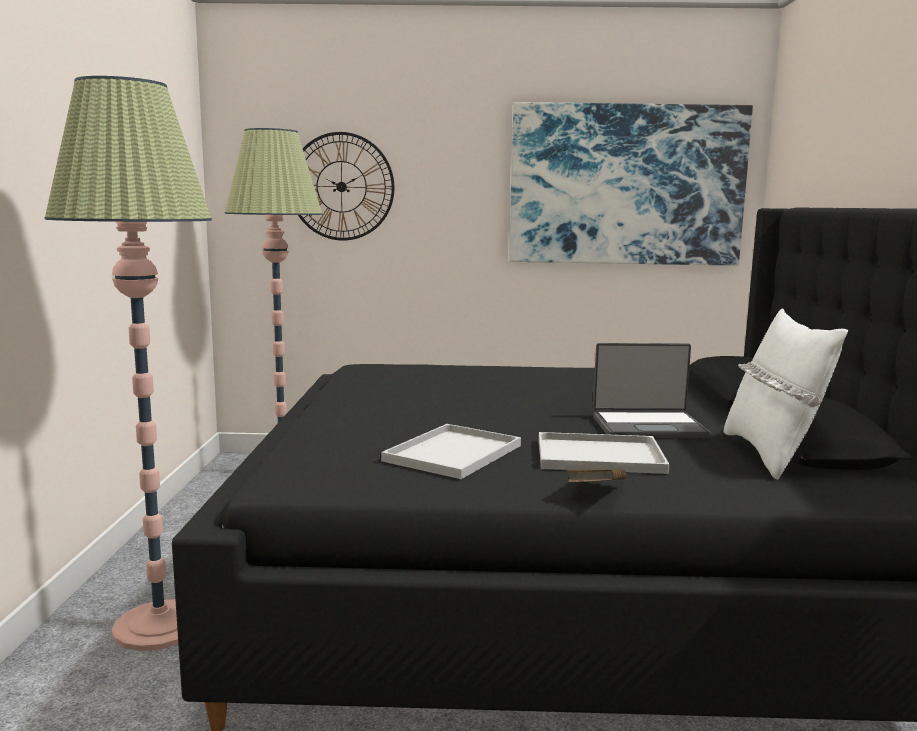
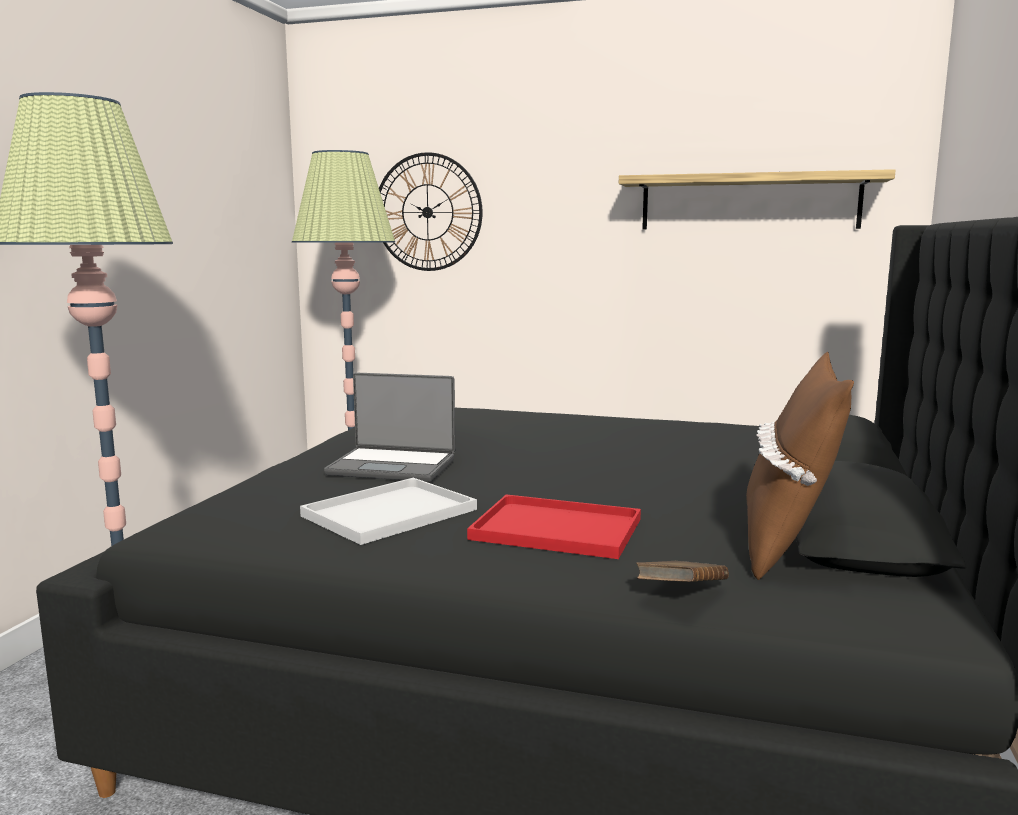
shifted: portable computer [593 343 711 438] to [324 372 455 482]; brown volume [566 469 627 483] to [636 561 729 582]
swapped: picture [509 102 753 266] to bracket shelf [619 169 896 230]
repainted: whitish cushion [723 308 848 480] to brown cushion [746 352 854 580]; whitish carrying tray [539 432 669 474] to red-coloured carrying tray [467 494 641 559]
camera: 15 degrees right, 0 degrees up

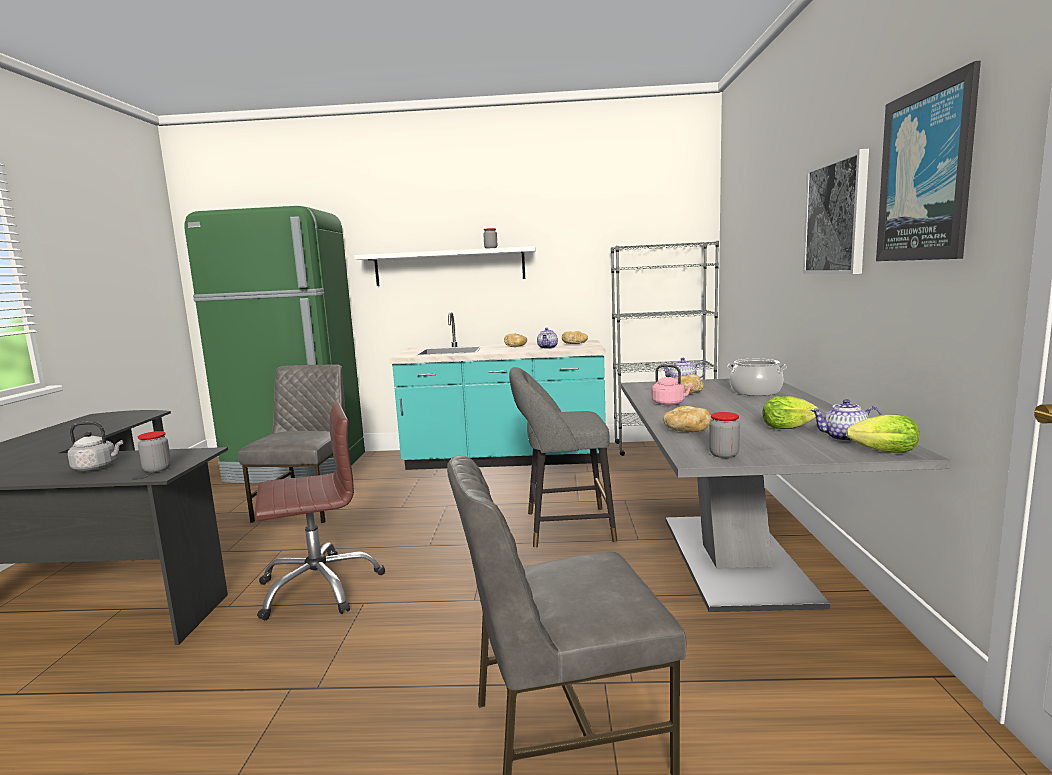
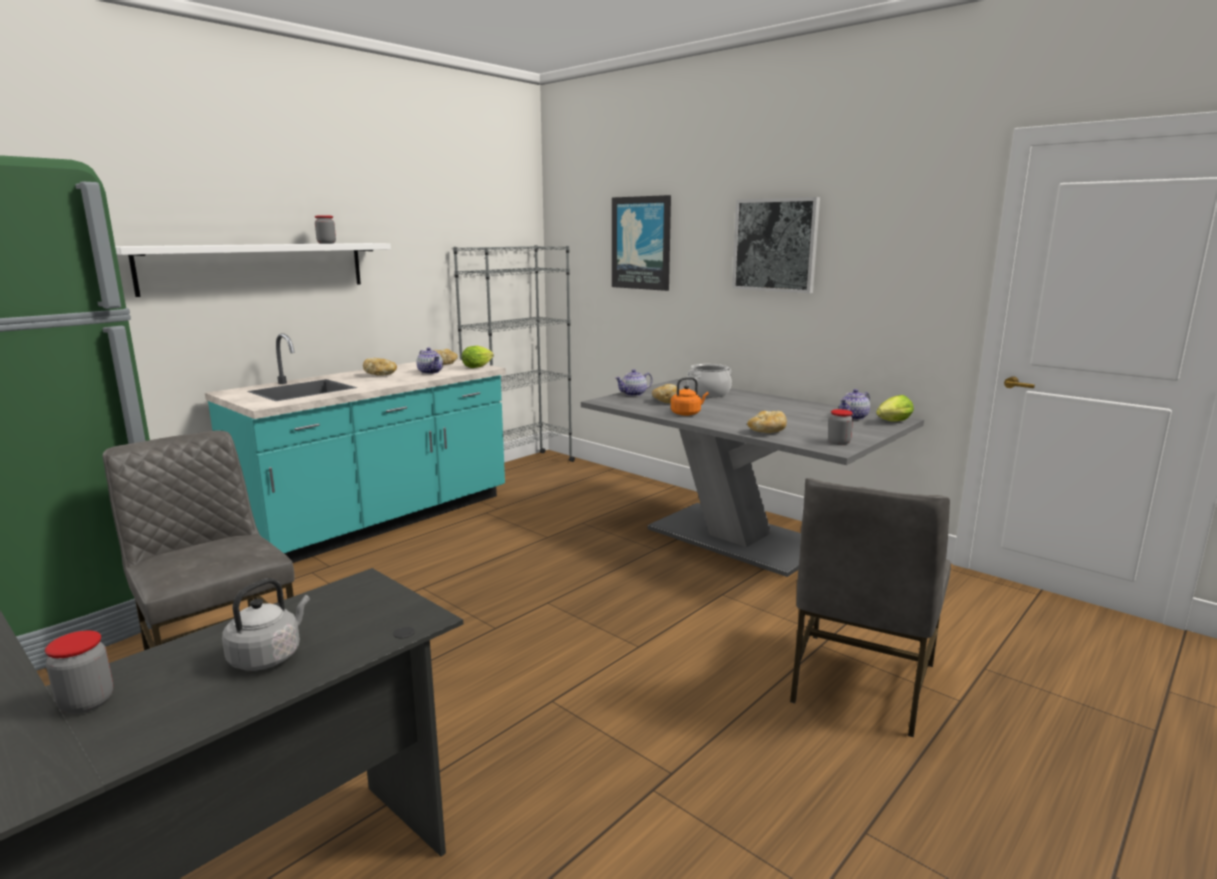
gone: gray stool [509 367 617 548]; brown desk chair [255 402 385 620]
shifted: picture [876 61 981 261] to [612 195 671 291]; lettuce [762 396 819 429] to [462 346 494 368]; storage jar [138 431 171 473] to [45 631 113 714]
repainted: pinkish water kettle [652 364 694 405] to orange water kettle [671 377 709 416]
camera: 50 degrees left, 5 degrees up

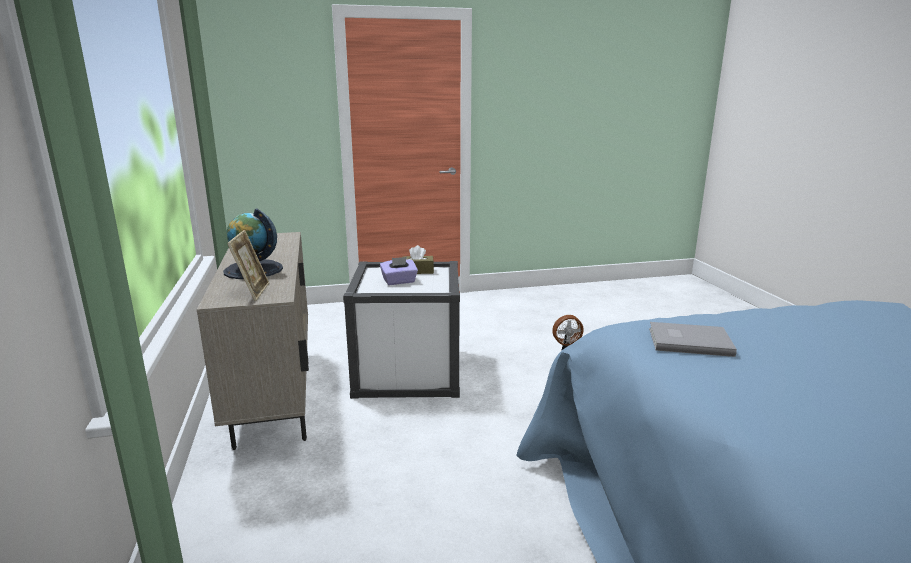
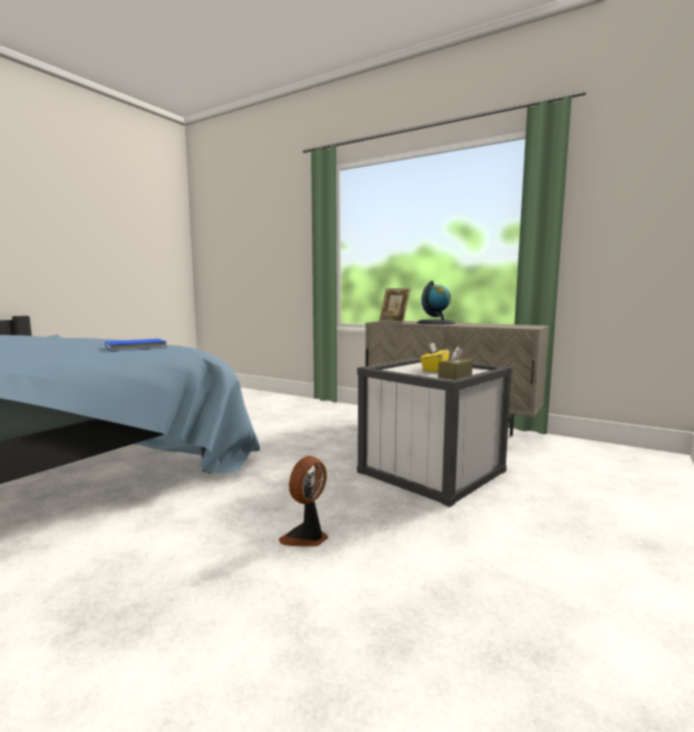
repainted: purplish box of tissues [380 257 418 285] to yellow box of tissues [420 343 449 372]; gray volume [649 322 737 357] to blue-coloured volume [105 339 167 351]
camera: 135 degrees right, 10 degrees down

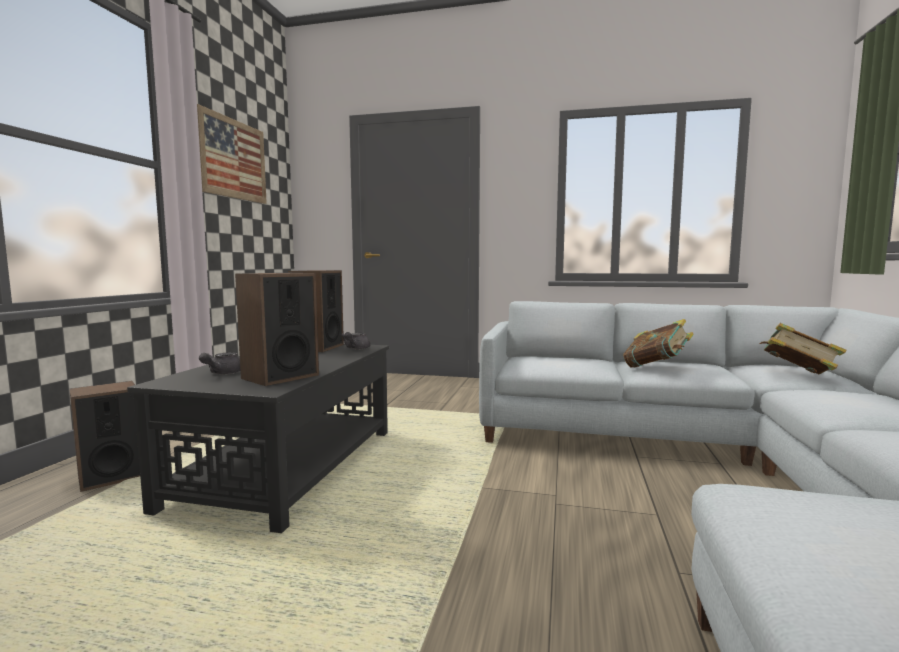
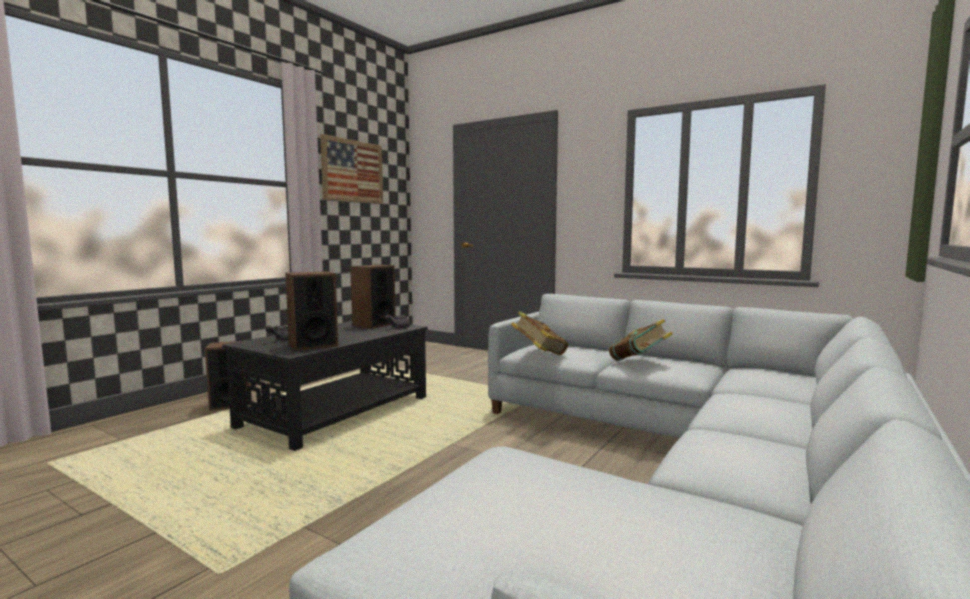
shifted: volume [759 323 847 374] to [511 311 569 355]
camera: 20 degrees right, 0 degrees up

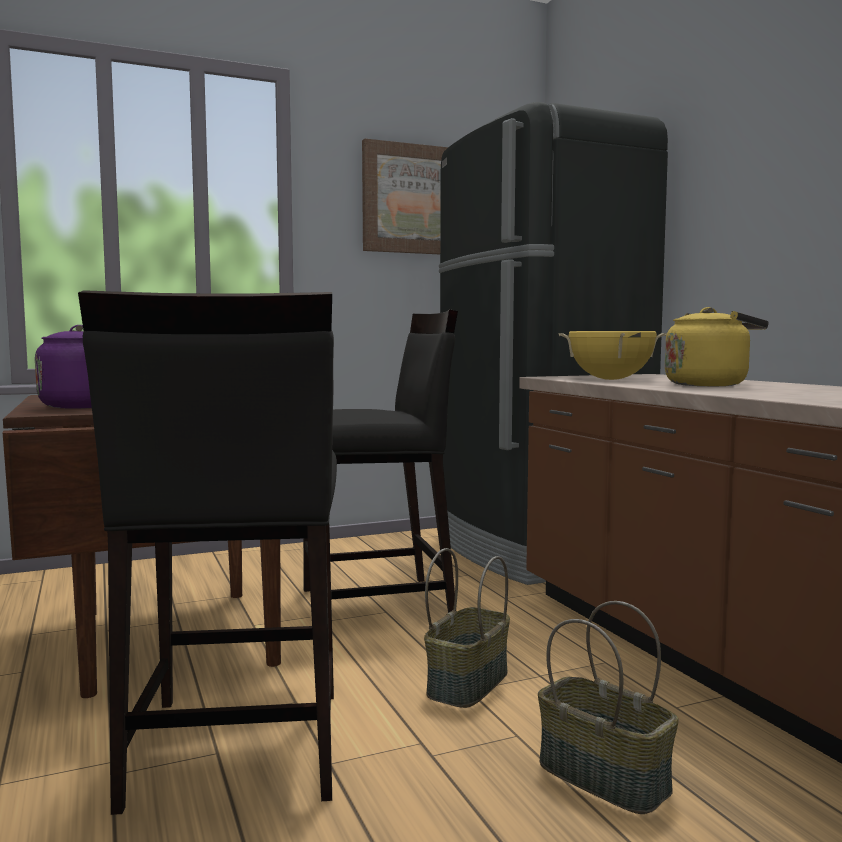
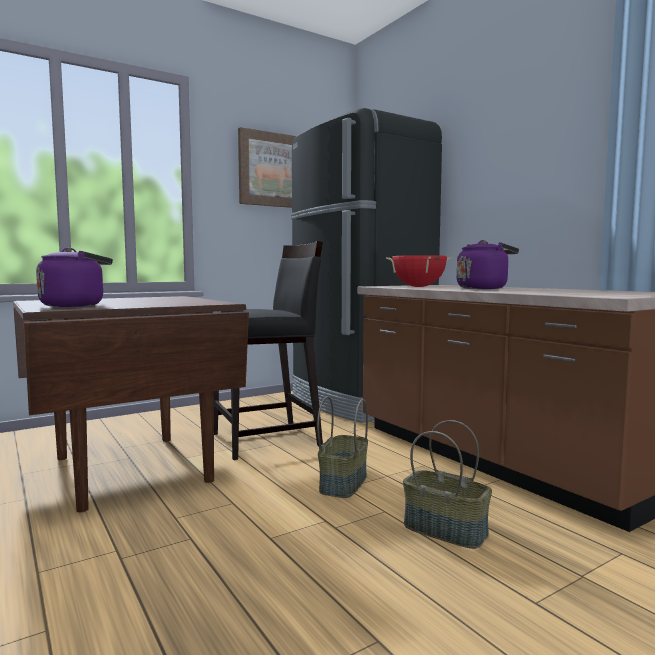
gone: black stool [78 290 337 815]
repainted: yellow water kettle [665 307 769 386] to purplish water kettle [457 240 519 289]; yellow stockpot [559 331 666 380] to red-coloured stockpot [386 255 452 287]
camera: 10 degrees left, 0 degrees up

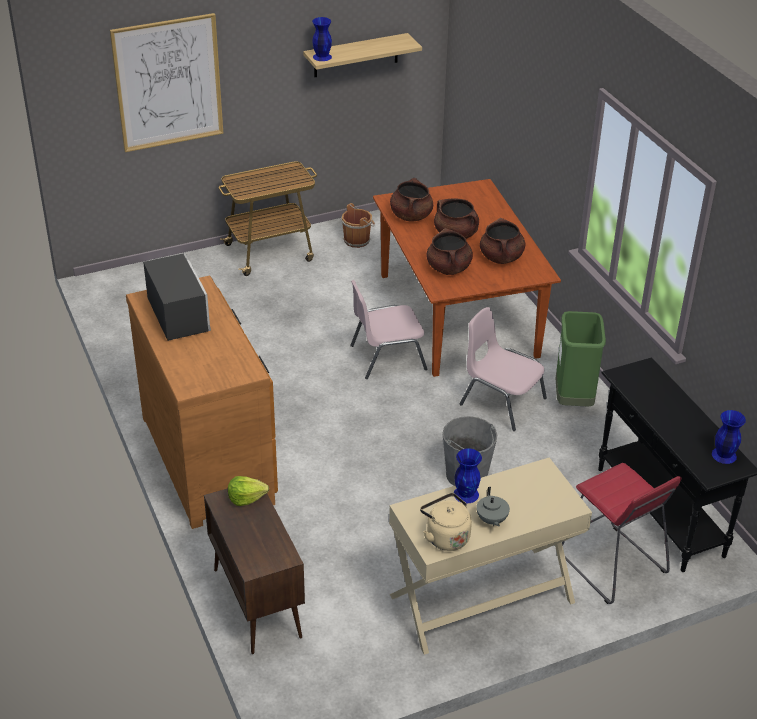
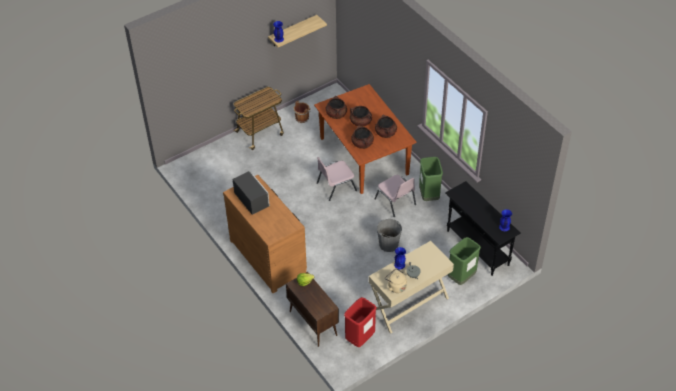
gone: picture [110 13 223 152]
new: red-coloured rubbish bin [344 297 377 347]
swapped: red-coloured stool [562 463 682 604] to green-coloured rubbish bin [448 237 481 285]
rotated: pinkish upright chair [460 307 547 431] = [374 175 416 217] 150 degrees counterclockwise
camera: 10 degrees left, 10 degrees up

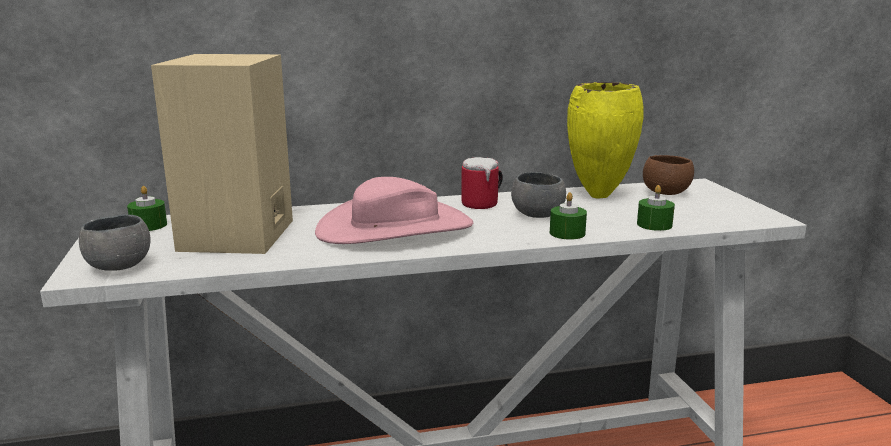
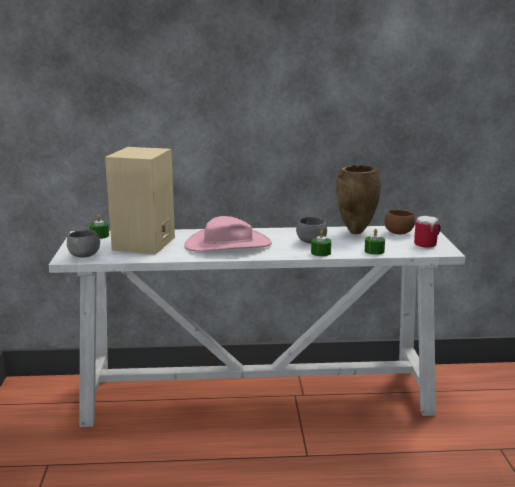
shifted: tea mug [461 157 503 209] to [414 216 441 248]
repainted: yellow flower vase [567 82 644 199] to brown flower vase [336 165 381 234]
camera: 10 degrees right, 0 degrees up

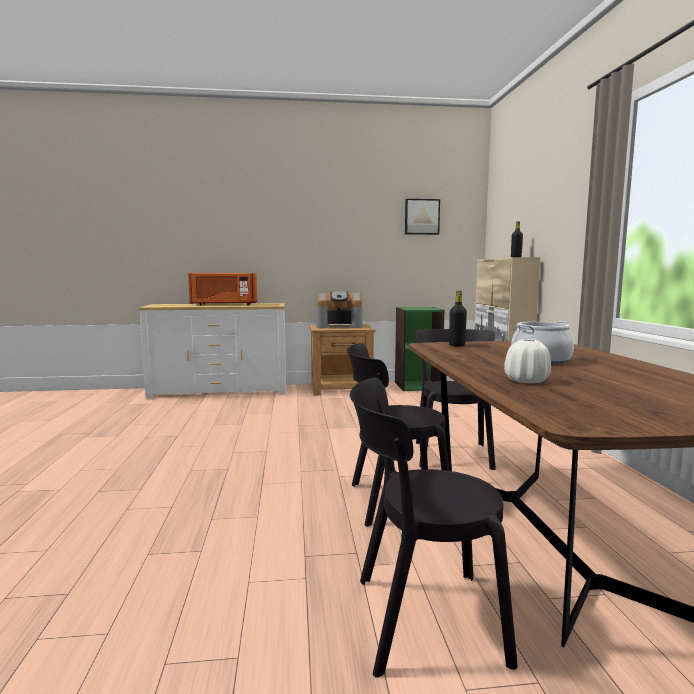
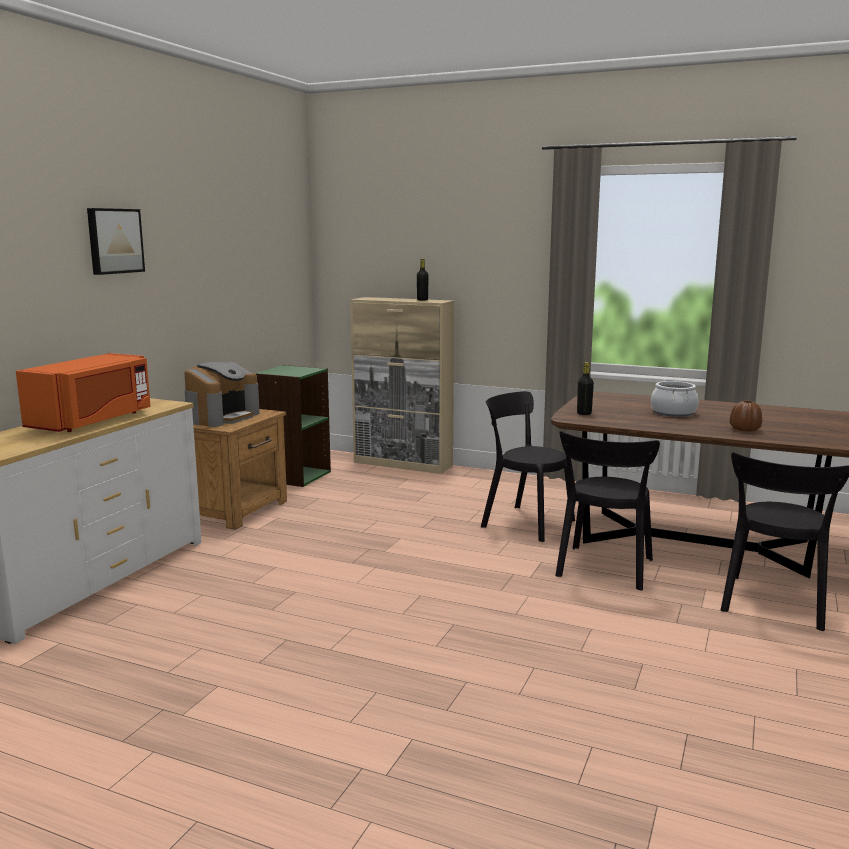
shifted: picture [405 199 440 235] to [87 208 145 275]
repainted: whitish flower vase [504 339 551 383] to brown flower vase [730 401 762 432]
camera: 60 degrees left, 5 degrees up

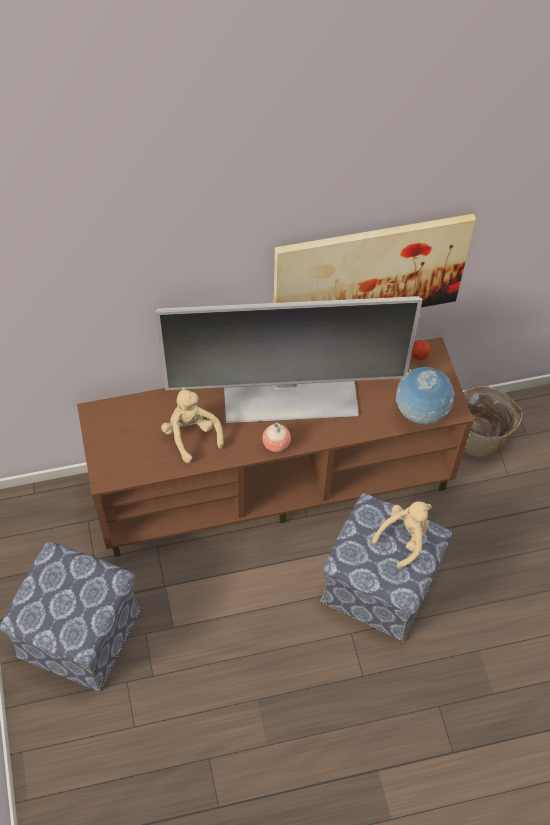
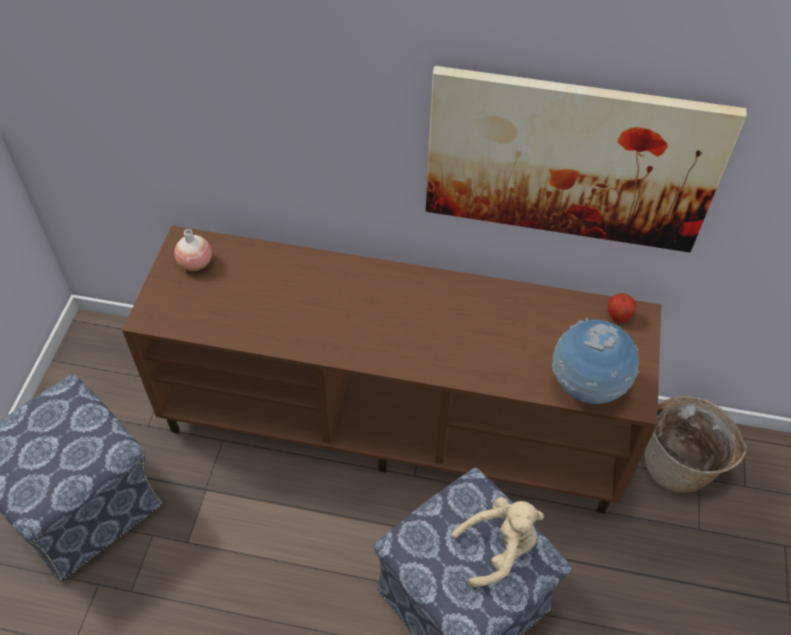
gone: TV [155 296 423 423]; sand-coloured soft toy [161 387 224 463]
shifted: flower vase [262 423 291 452] to [174 229 212 271]
camera: 25 degrees right, 5 degrees down

